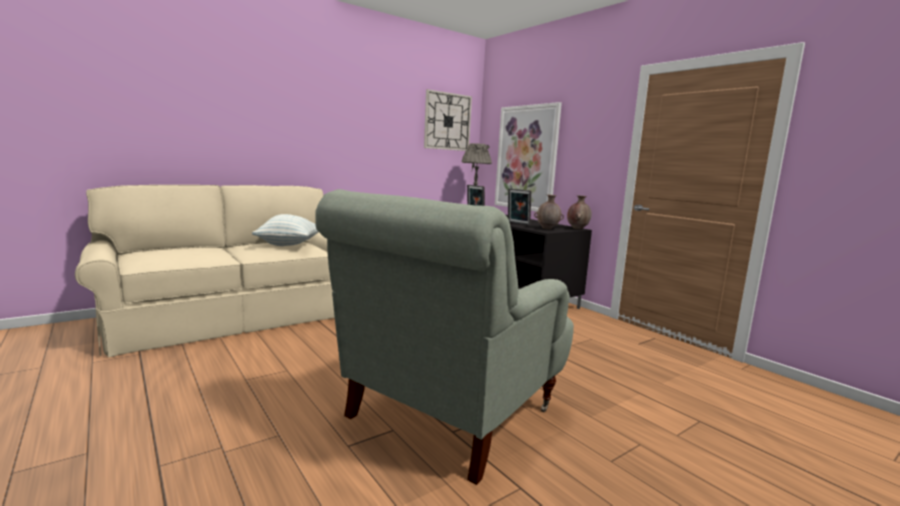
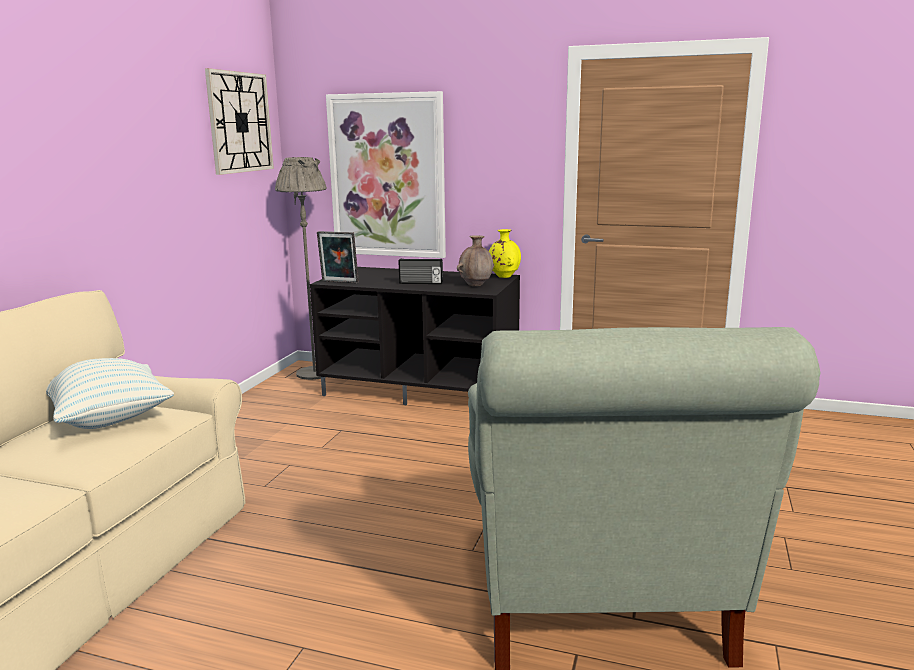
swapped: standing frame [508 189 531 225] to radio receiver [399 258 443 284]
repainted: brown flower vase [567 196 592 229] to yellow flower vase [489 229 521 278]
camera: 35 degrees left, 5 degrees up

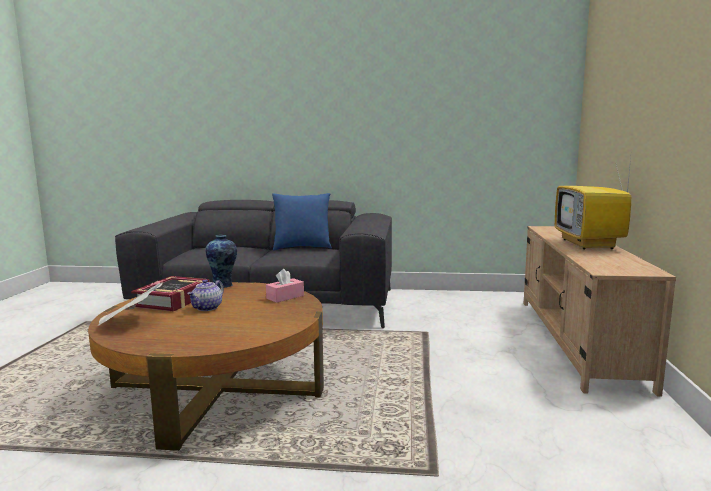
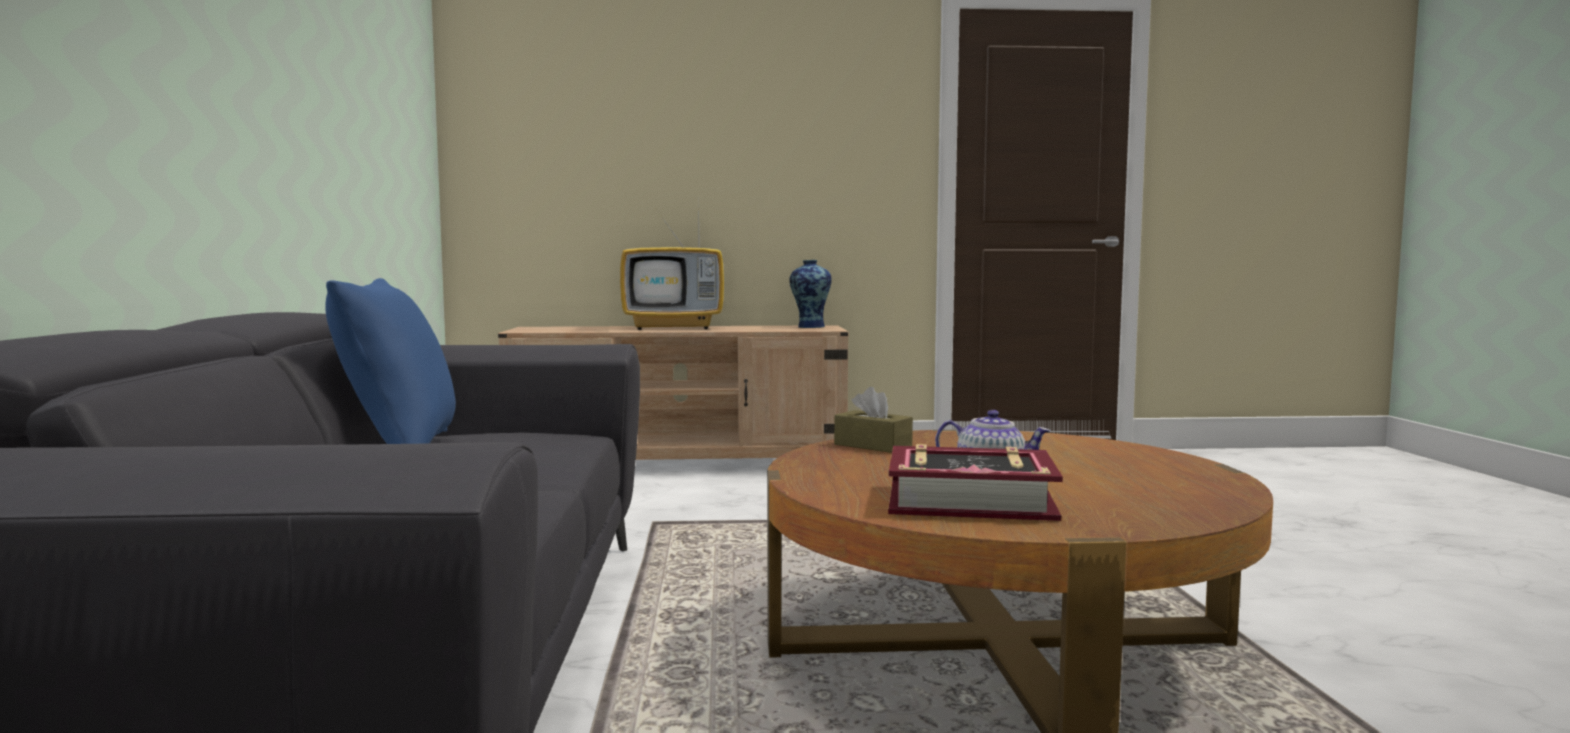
gone: daily paper [98 282 163 326]
shifted: flower vase [205 235 237 288] to [789 260 832 328]
repainted: pinkish box of tissues [266 269 304 303] to brown box of tissues [834 387 913 453]
camera: 100 degrees left, 5 degrees down

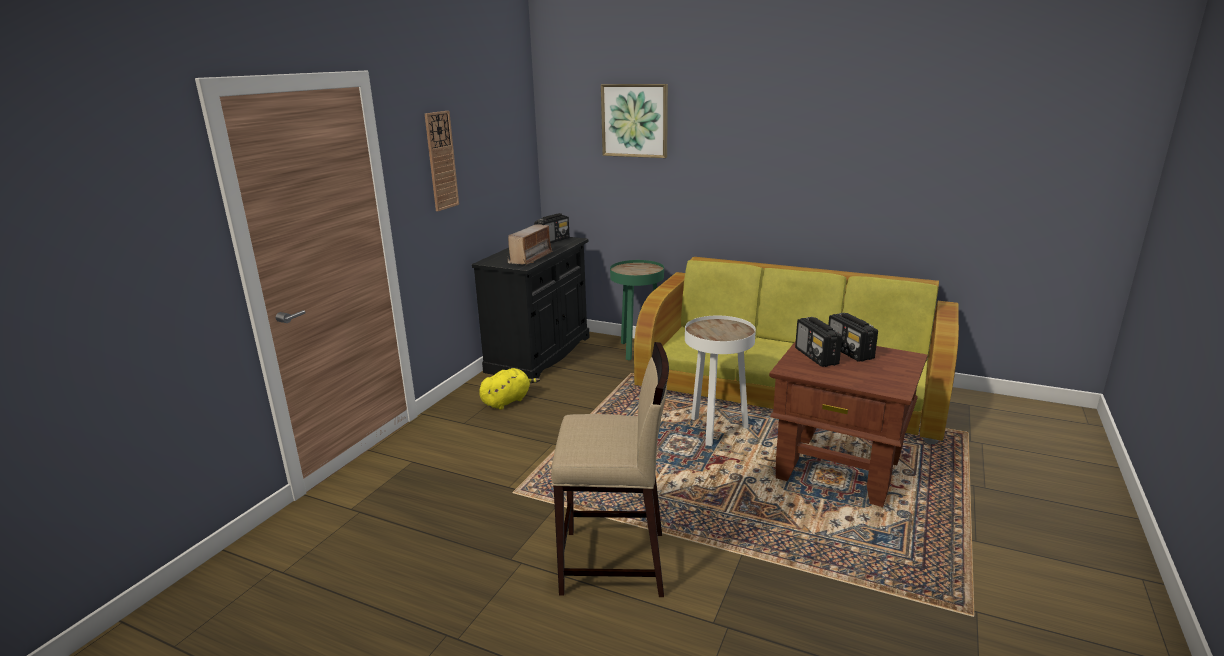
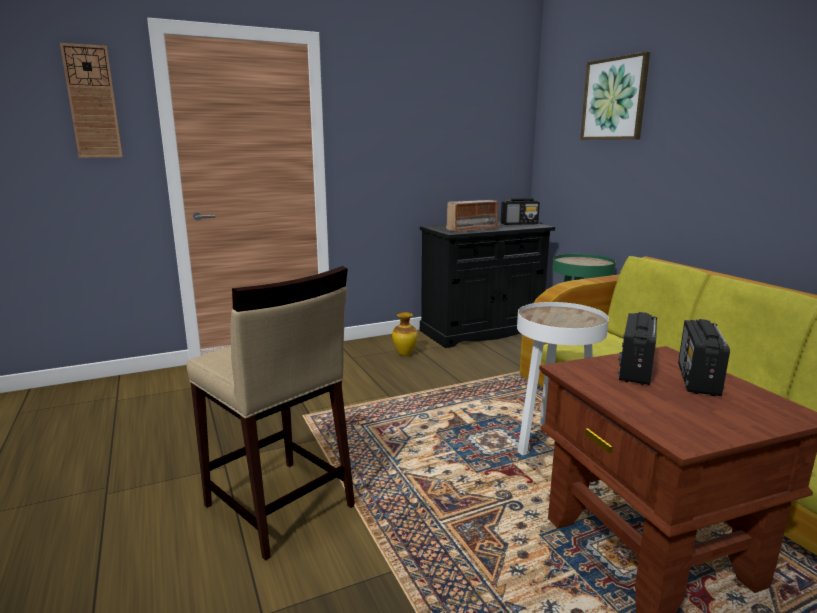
shifted: wall clock [425 111 459 211] to [60 43 123 158]
swapped: yellow soft toy [479 368 540 410] to flower vase [392 312 418 356]
camera: 40 degrees right, 5 degrees down

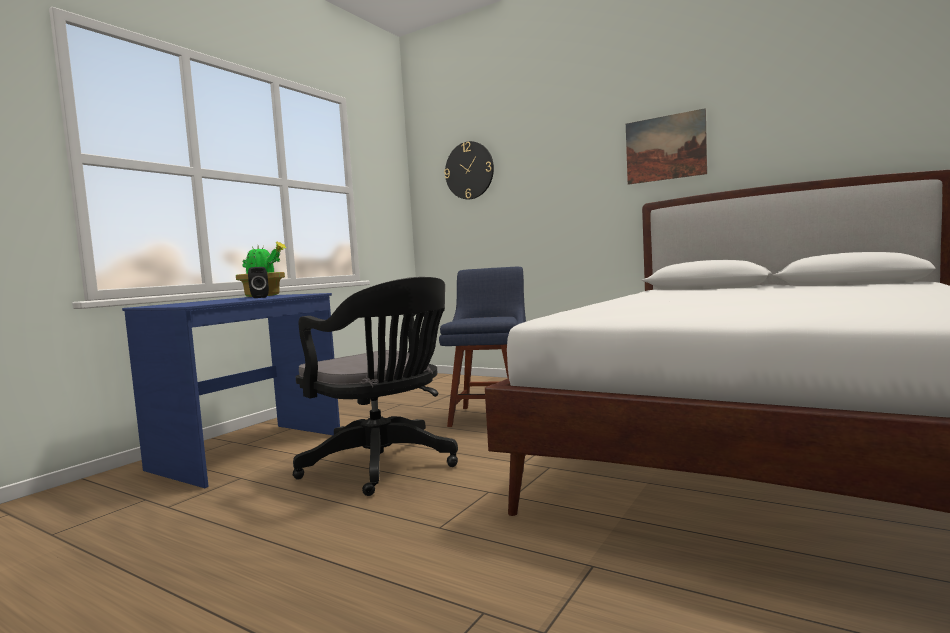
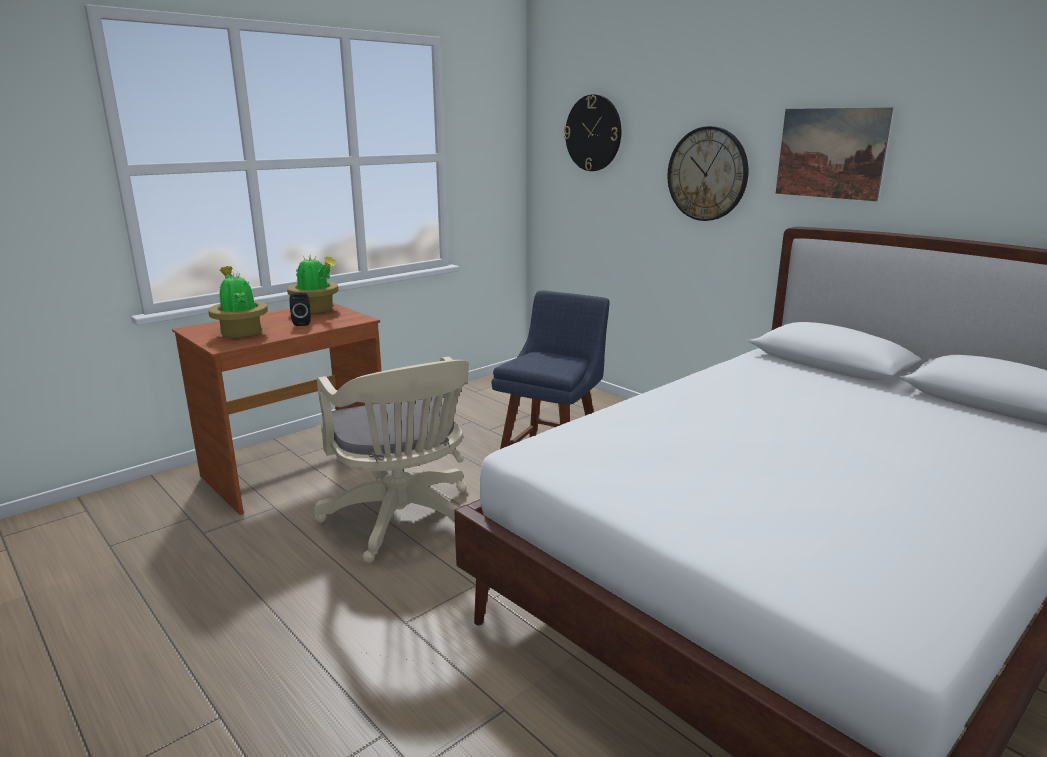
new: wall clock [667 126 748 221]; houseplant [208 266 268 338]
repainted: black desk chair [293 277 458 496] to sand-coloured desk chair [314 357 469 563]; blue-coloured desk [122 293 340 488] to brown desk [172 303 381 515]
camera: 15 degrees right, 15 degrees up

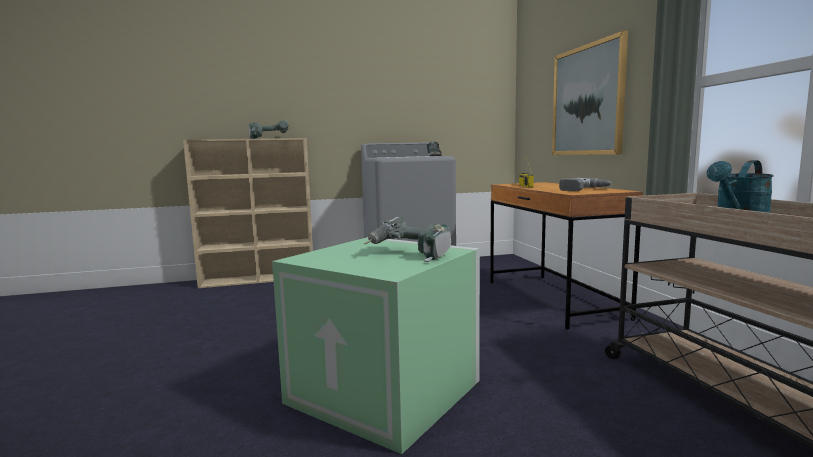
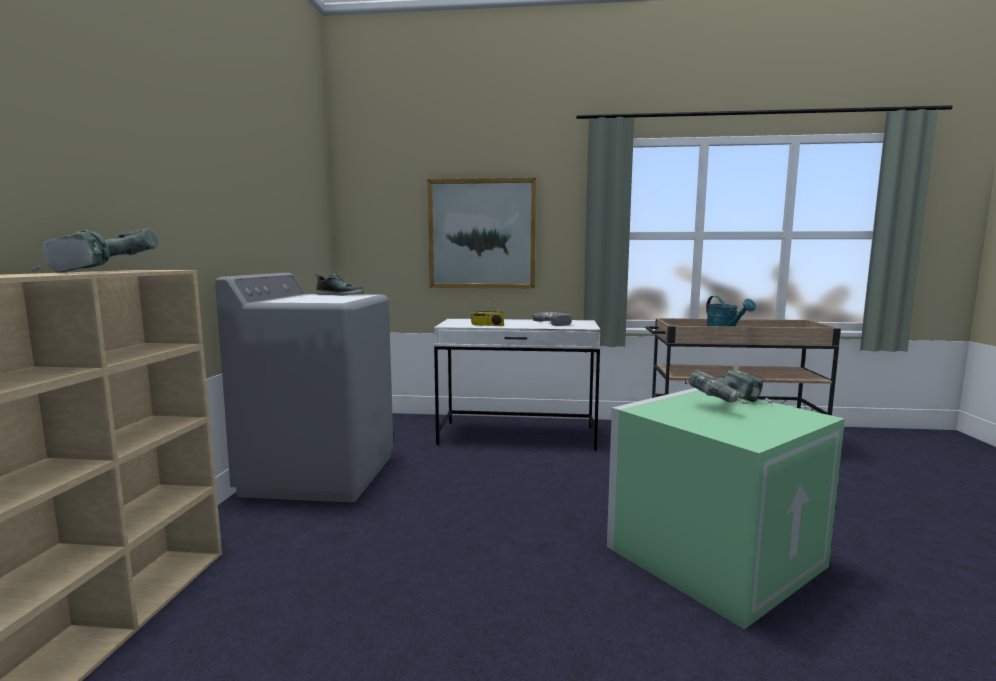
repainted: brown desk [490 182 643 330] to whitish desk [434 319 601 451]
camera: 70 degrees left, 0 degrees up

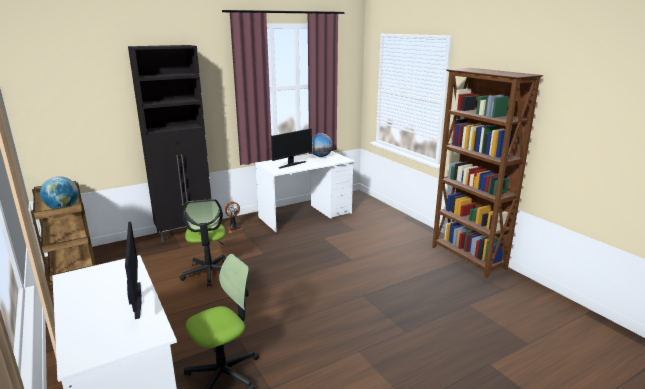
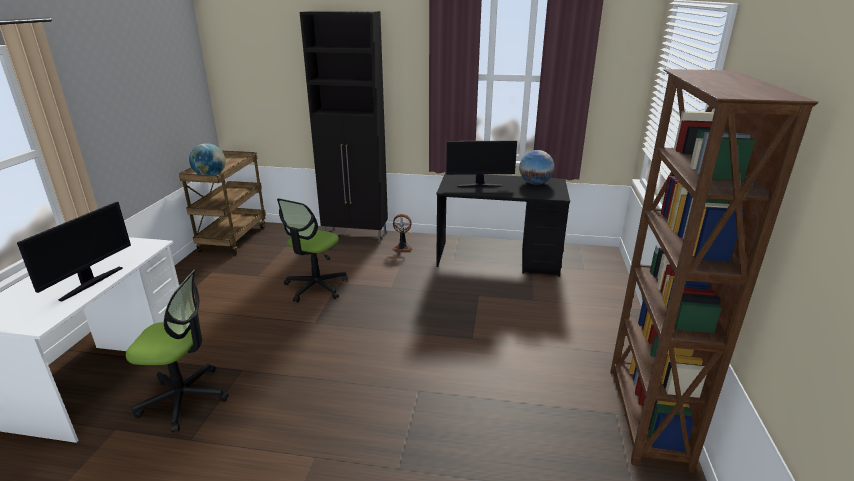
repainted: whitish desk [255 151 355 232] to black desk [436 172 570 277]
camera: 40 degrees right, 5 degrees up

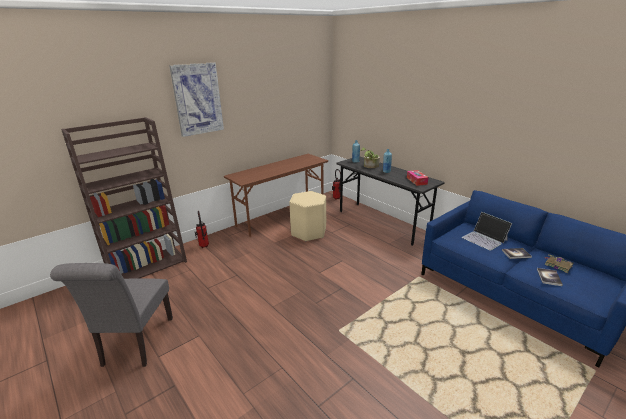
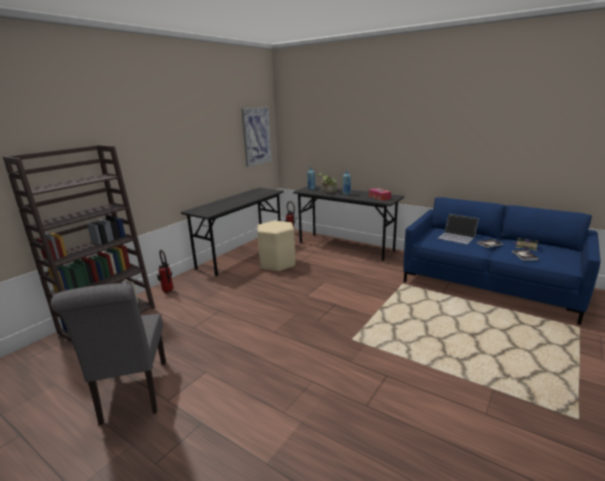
shifted: picture [169 62 224 137] to [241 107 272 167]
repainted: brown desk [224 154 328 237] to gray desk [181 188 284 276]
camera: 15 degrees left, 5 degrees down

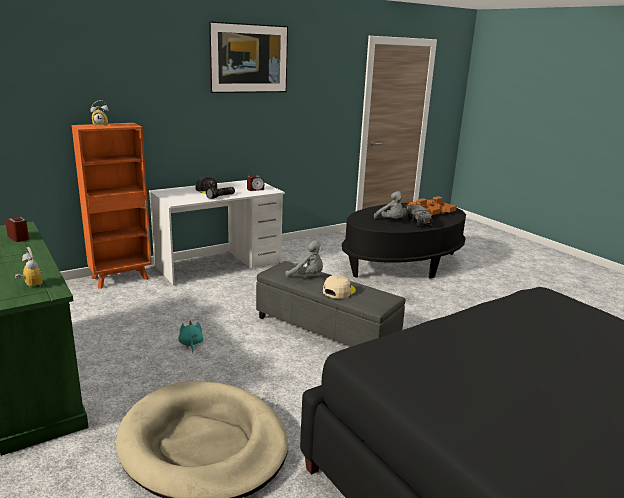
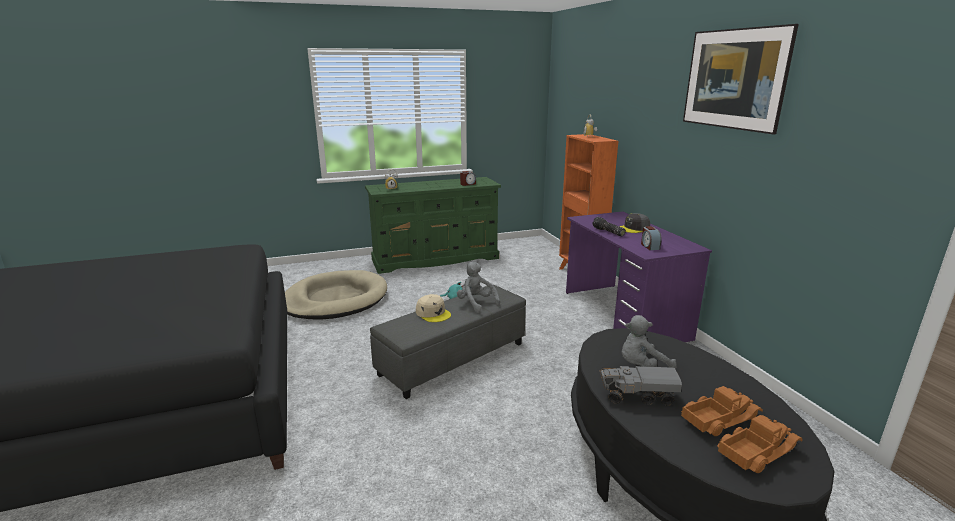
repainted: whitish desk [149 180 285 285] to purplish desk [566 212 712 342]
rotated: gray soft toy [285 241 323 278] = [457 261 500 312] 105 degrees clockwise
camera: 105 degrees right, 0 degrees up

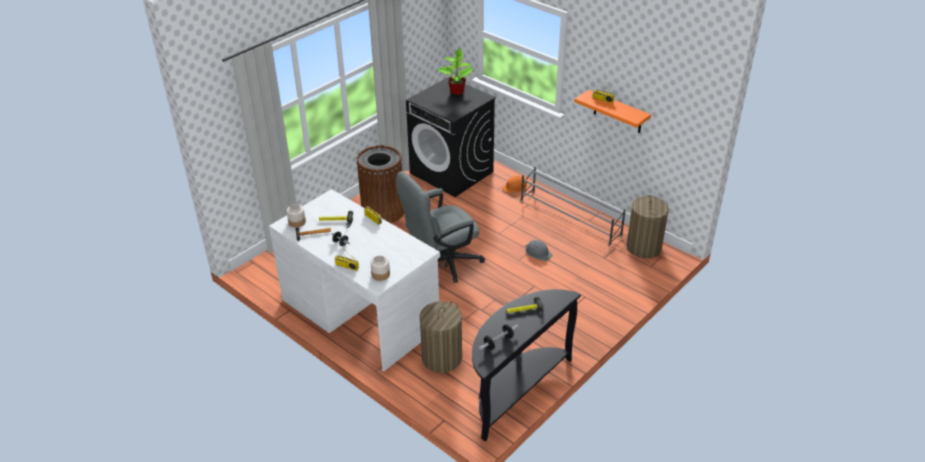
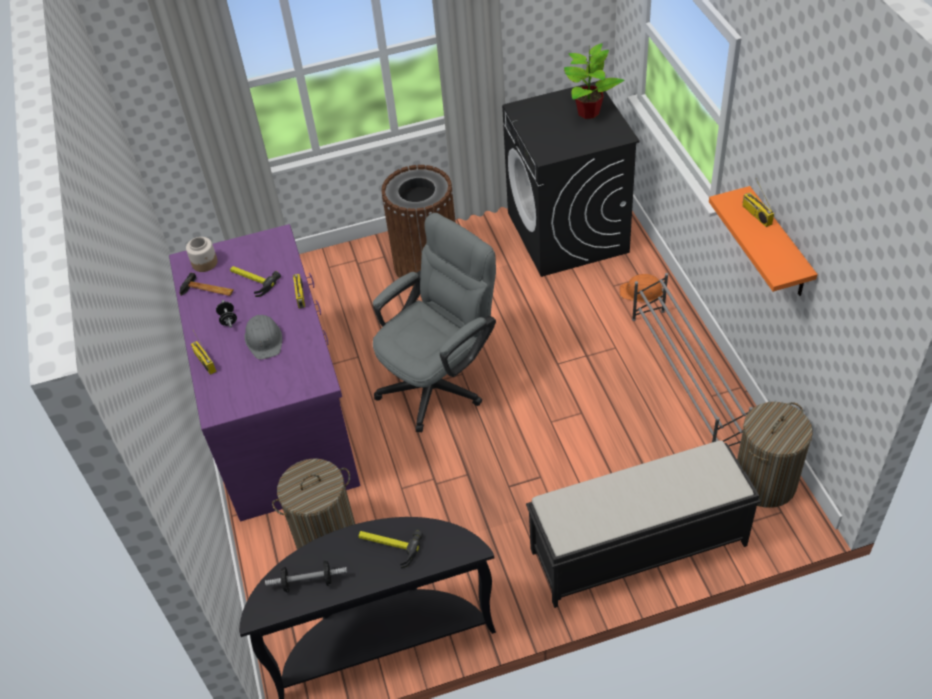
gone: storage jar [370 256 390 281]
new: black indoor bench [526 440 761 608]
shifted: gray work helmet [525 240 553 261] to [245 315 282 359]
repainted: whitish desk [269 189 440 372] to purplish desk [169 224 361 522]
rotated: gray desk chair [396 171 485 283] = [373 213 496 432] 135 degrees clockwise
camera: 35 degrees right, 10 degrees up

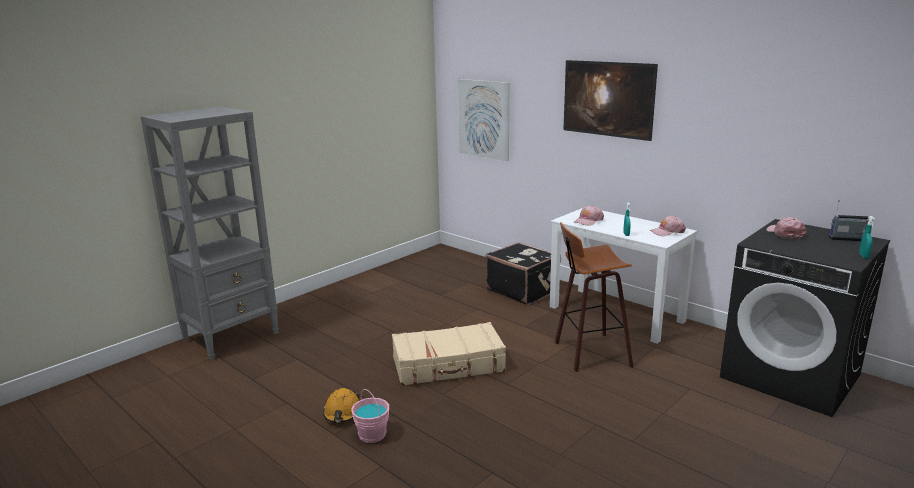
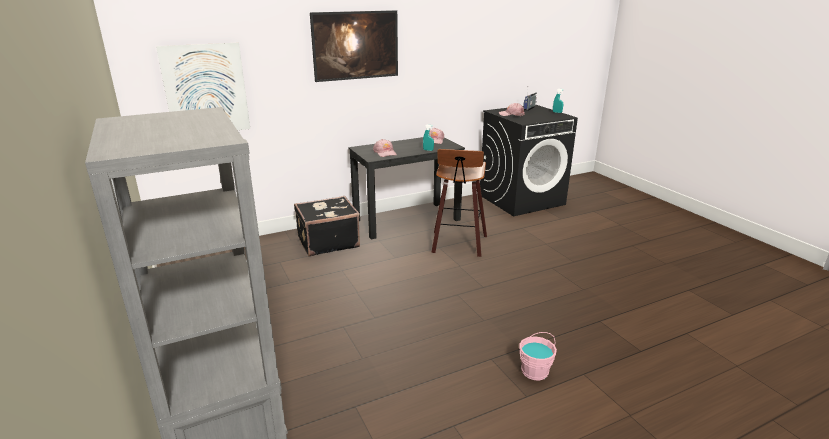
gone: sand-coloured travel case [392 322 506 386]; orange work helmet [323 388 360 423]
repainted: whitish desk [550 208 697 344] to black desk [348 137 465 240]
camera: 70 degrees left, 5 degrees up

